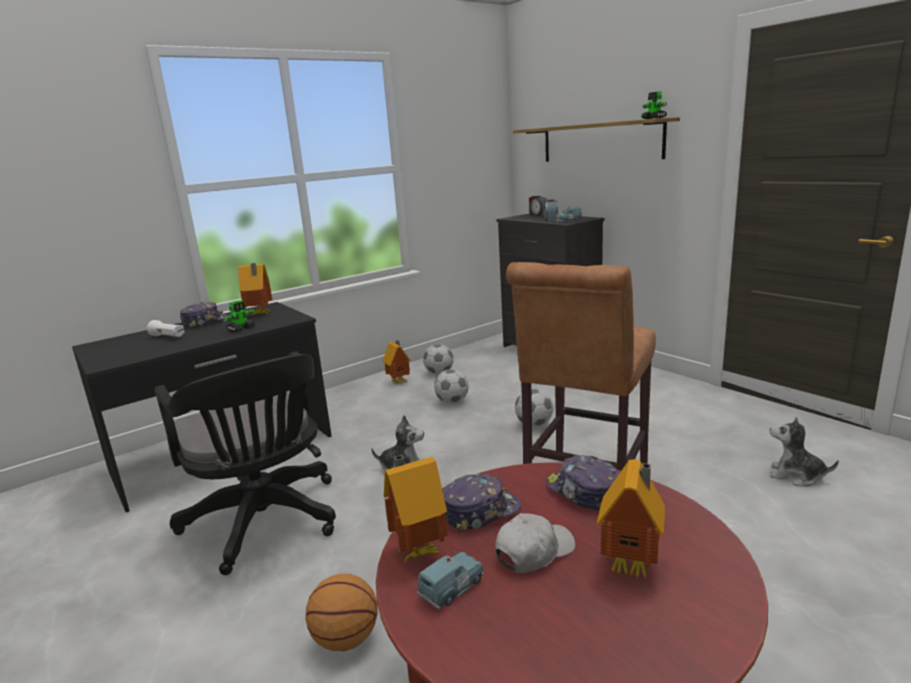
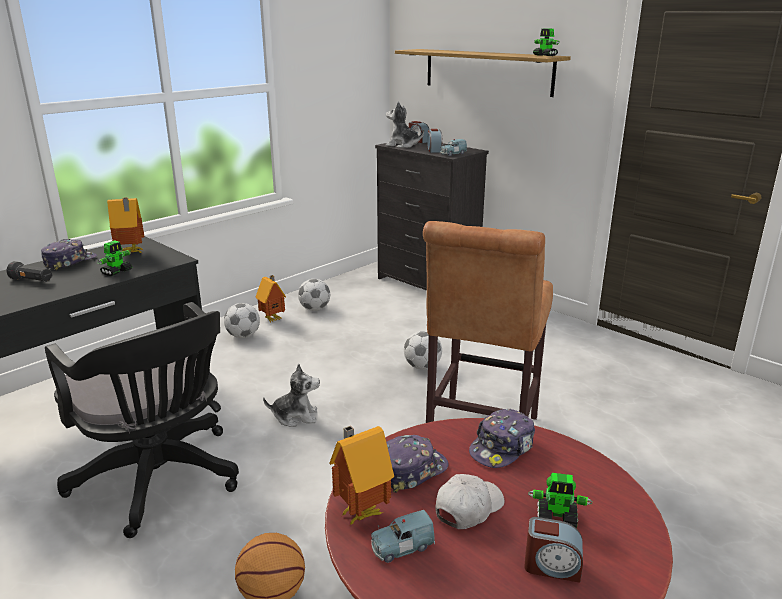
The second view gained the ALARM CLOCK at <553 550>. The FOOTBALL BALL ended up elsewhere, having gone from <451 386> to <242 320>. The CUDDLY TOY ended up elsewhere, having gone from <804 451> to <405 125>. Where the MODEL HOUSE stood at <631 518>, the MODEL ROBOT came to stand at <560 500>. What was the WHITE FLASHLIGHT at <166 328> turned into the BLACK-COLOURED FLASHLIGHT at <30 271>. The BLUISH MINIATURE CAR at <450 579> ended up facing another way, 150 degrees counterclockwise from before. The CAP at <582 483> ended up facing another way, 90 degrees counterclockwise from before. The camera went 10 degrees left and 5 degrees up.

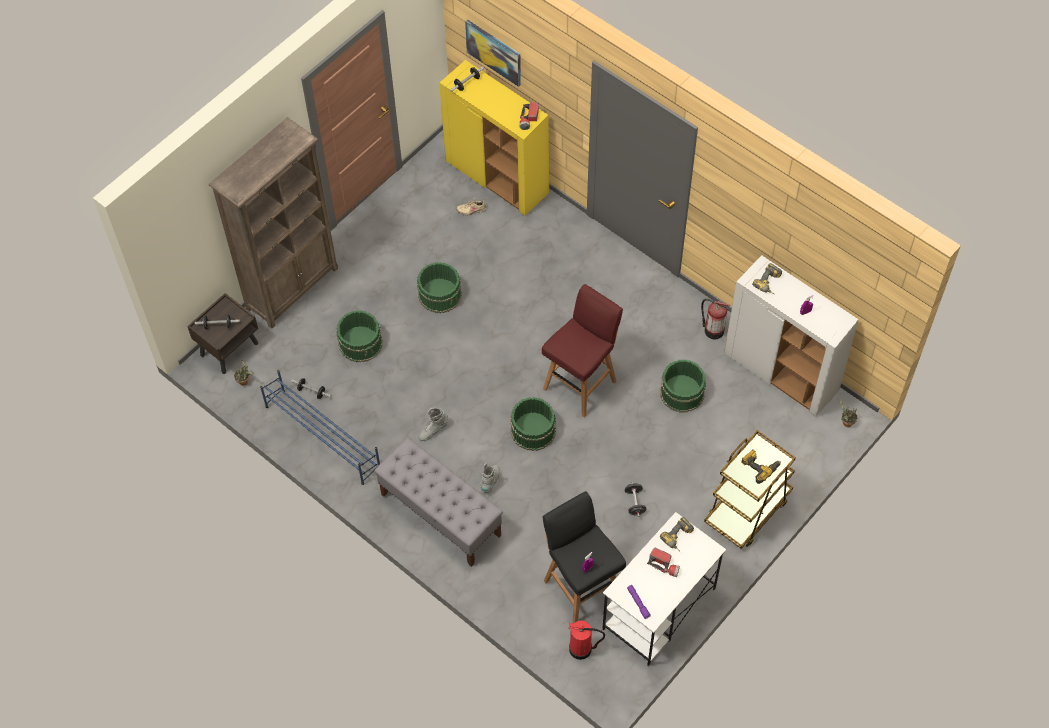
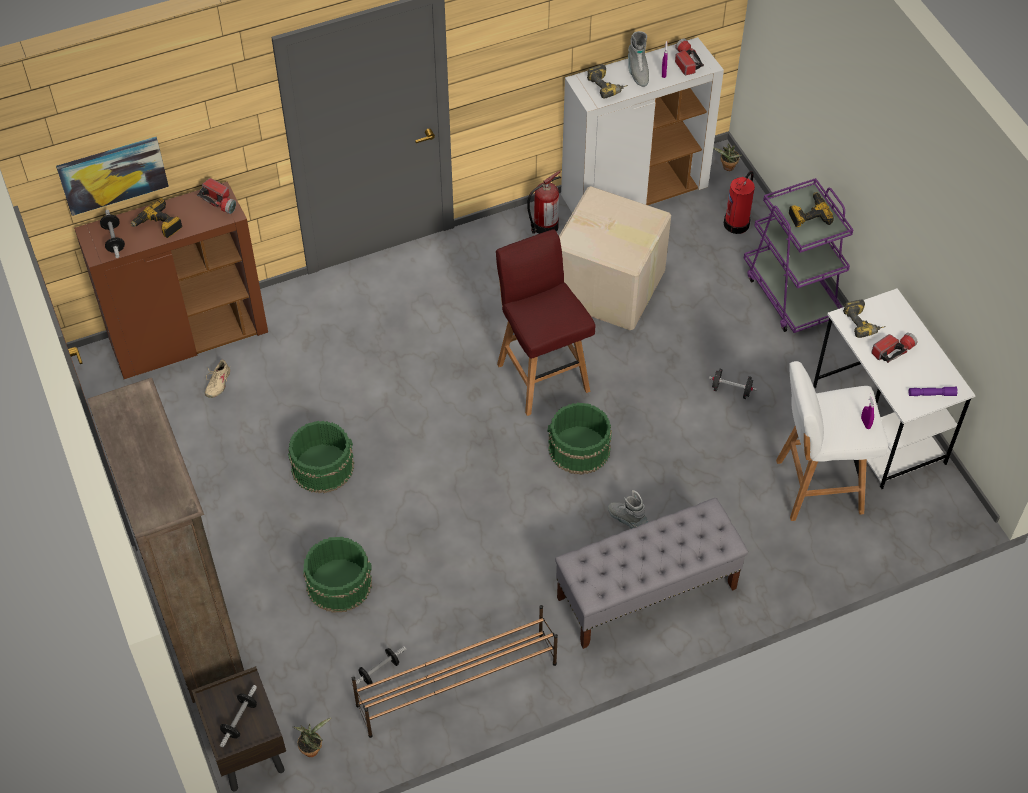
The second view gained the POWER DRILL at <157 218>. The second view gained the FLASHLIGHT at <689 57>. The GREY TALL BOOT ended up elsewhere, having gone from <433 424> to <638 59>. The EXTINGUISHER ended up elsewhere, having gone from <587 640> to <739 202>. Where the GREEN BUCKET stood at <683 386>, the CARDBOARD BOX came to stand at <615 258>. What was the BLUISH SHOE RACK at <320 427> turned into the BROWNISH SHOE RACK at <455 671>. What was the YELLOWISH CABINET at <494 137> turned into the BROWNISH CABINET at <171 280>. What was the BLACK-COLOURED STOOL at <584 557> turned into the WHITE STOOL at <832 441>. What was the BROWNISH WHEELED CART at <750 489> turned into the PURPLISH WHEELED CART at <798 255>. The camera went 65 degrees left and 5 degrees down.

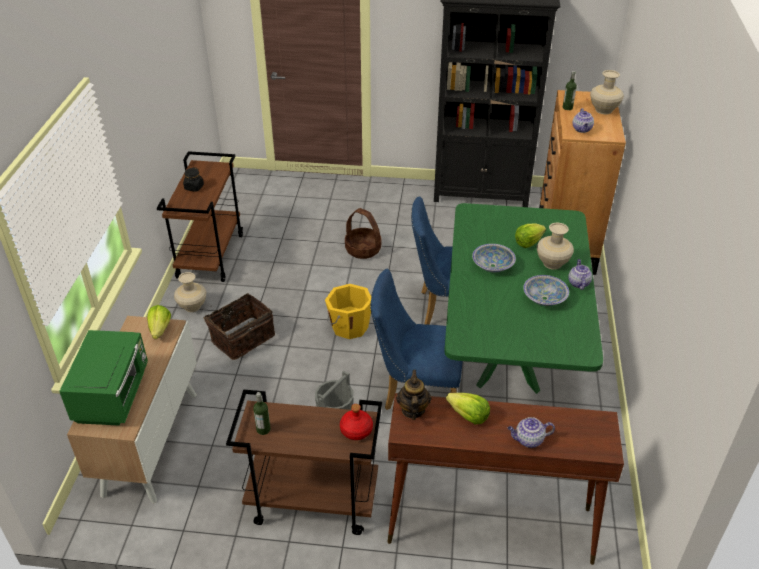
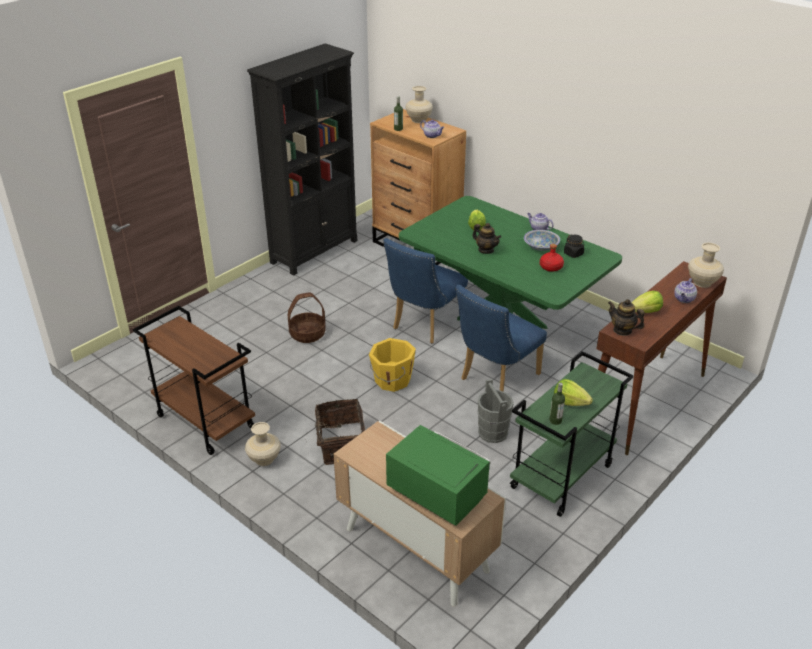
The HEAD OF LETTUCE ended up elsewhere, having gone from <159 322> to <573 392>. The BLACK-COLOURED STORAGE JAR ended up elsewhere, having gone from <193 179> to <574 246>. The RED BOTTLE ended up elsewhere, having gone from <356 422> to <552 258>. The BEIGE-COLOURED DECORATIVE VASE ended up elsewhere, having gone from <555 246> to <706 265>. Where the SERVING BOWL stood at <494 258>, the POT FOR TEA came to stand at <486 238>. What was the BROWNISH WHEELED CART at <304 462> turned into the GREEN WHEELED CART at <572 434>. The camera went 55 degrees left and 5 degrees down.

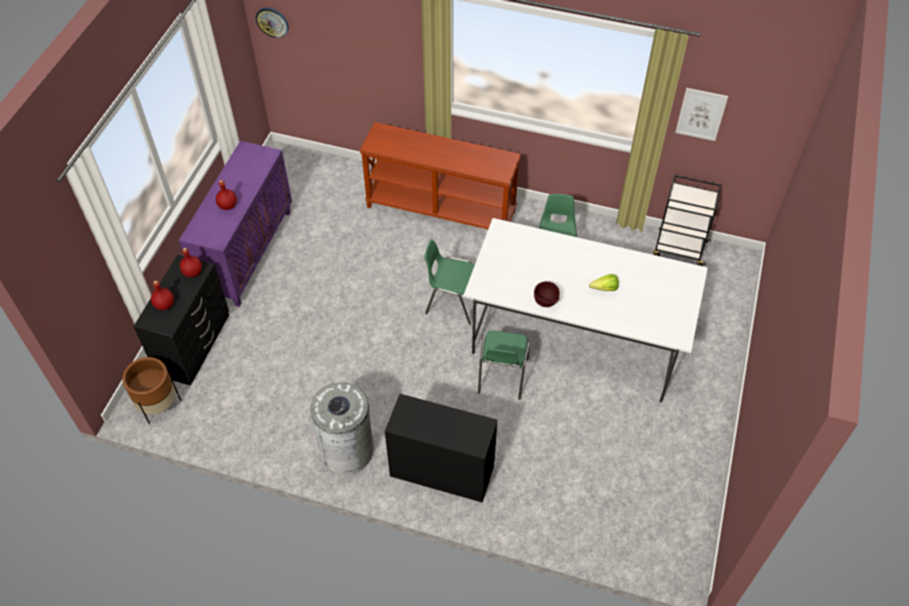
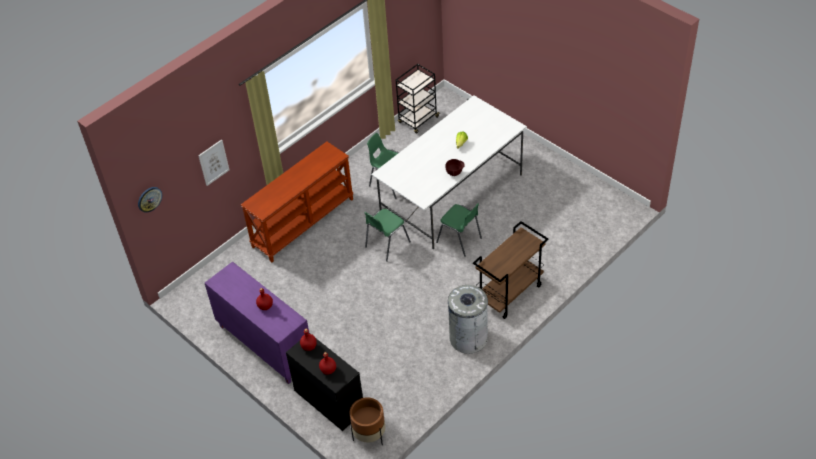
The WALL PICTURE ended up elsewhere, having gone from <701 114> to <214 162>. Where the BLACK-COLOURED DRESSER stood at <441 448>, the BROWNISH WHEELED CART came to stand at <510 270>. The camera went 60 degrees left and 5 degrees down.

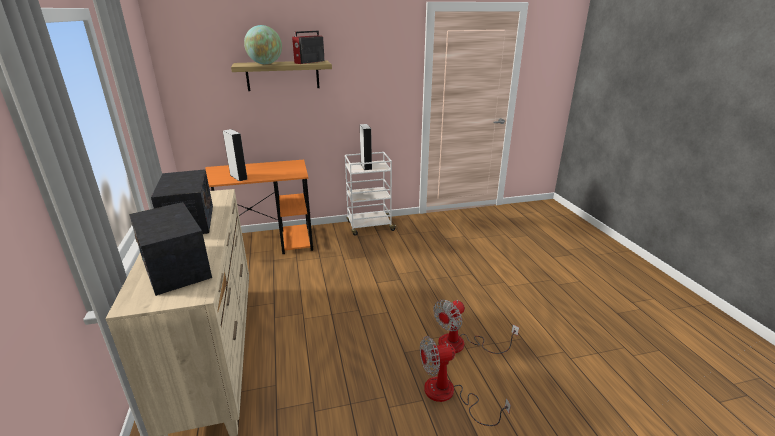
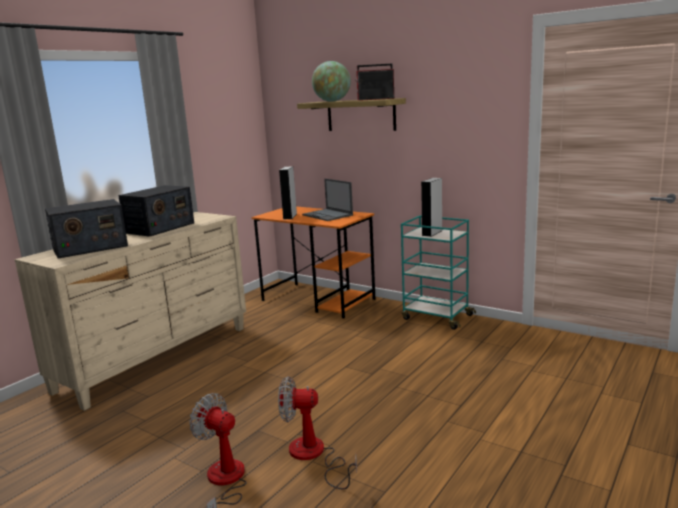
The second view gained the LAPTOP at <327 200>. What was the WHITE WHEELED CART at <371 193> turned into the BLUE-GREEN WHEELED CART at <438 272>. The RADIO SET at <170 249> ended up facing another way, 135 degrees counterclockwise from before. The camera went 50 degrees right and 10 degrees down.

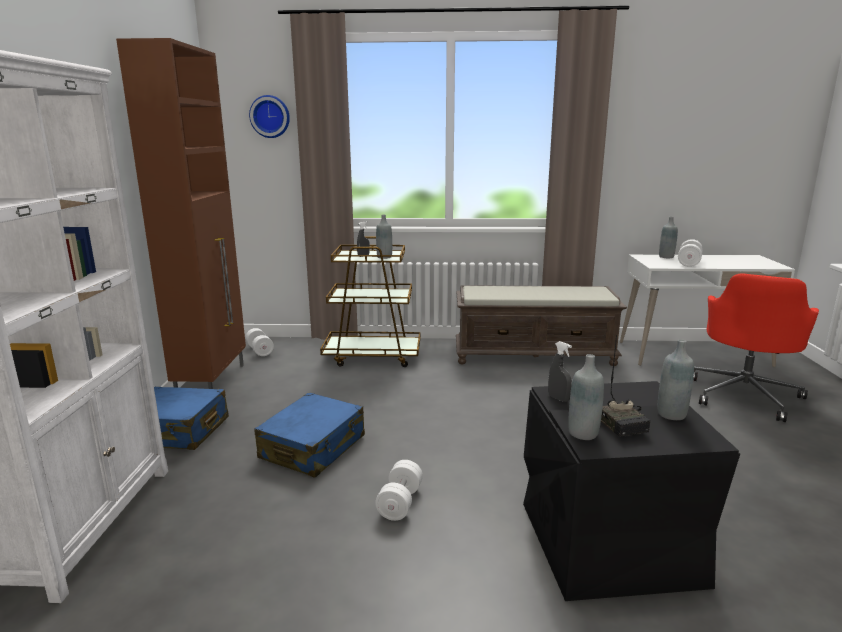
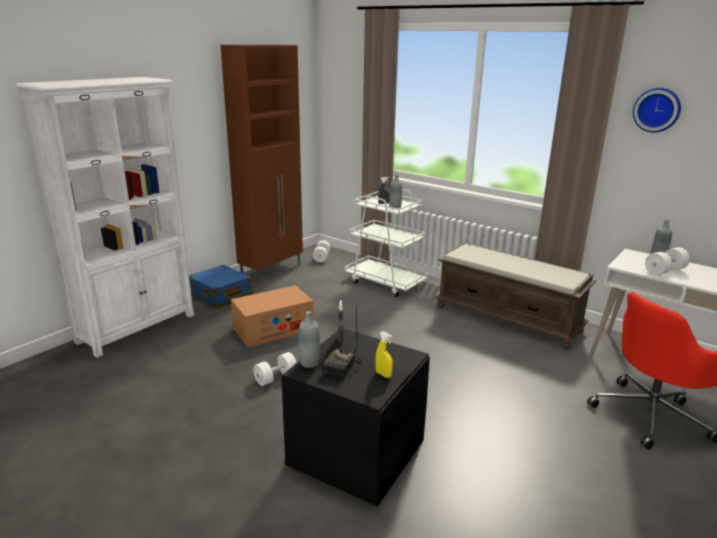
The CLOCK ON THE WALL ended up elsewhere, having gone from <269 116> to <657 110>. Where the BLUISH SUITCASE stood at <309 435>, the CARDBOARD BOX came to stand at <272 316>. Where the GREY BOTTLE stood at <676 379>, the YELLOWISH HAND SPRAYER came to stand at <384 354>. What was the BROWNISH WHEELED CART at <370 302> turned into the WHITE WHEELED CART at <386 243>. The camera went 35 degrees right and 5 degrees up.

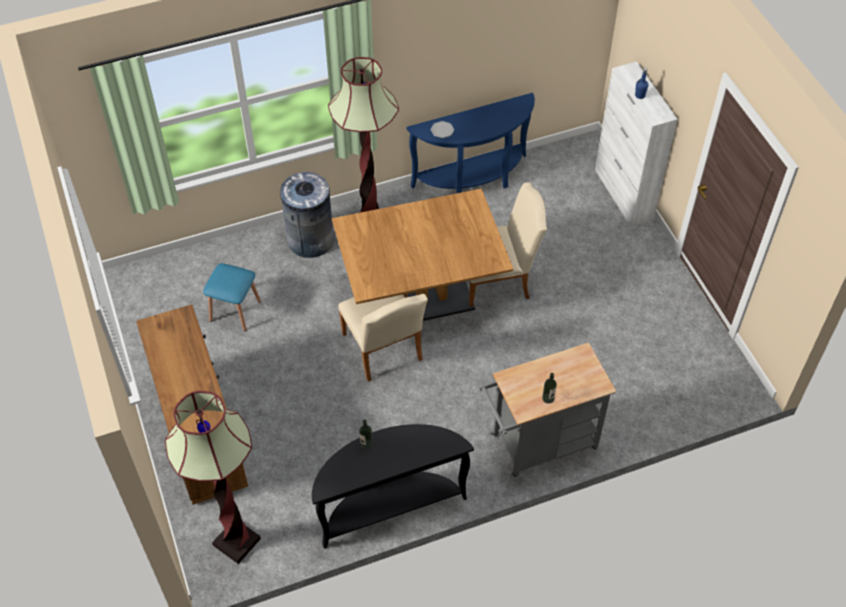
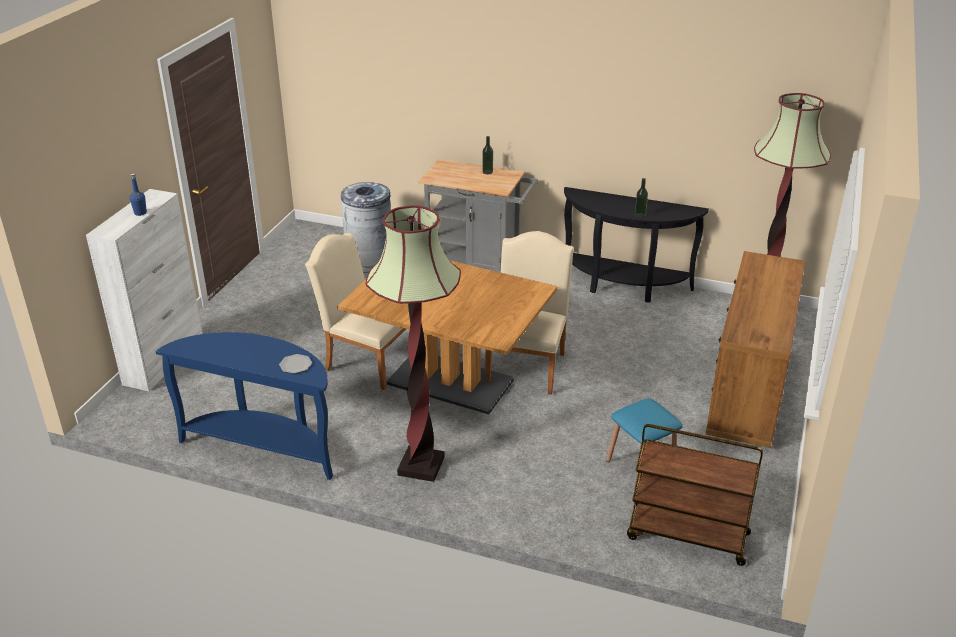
The second view gained the BROWNISH WHEELED CART at <695 495>. The GREY TRASH CAN ended up elsewhere, having gone from <307 215> to <366 227>. The camera went 140 degrees left and 20 degrees down.

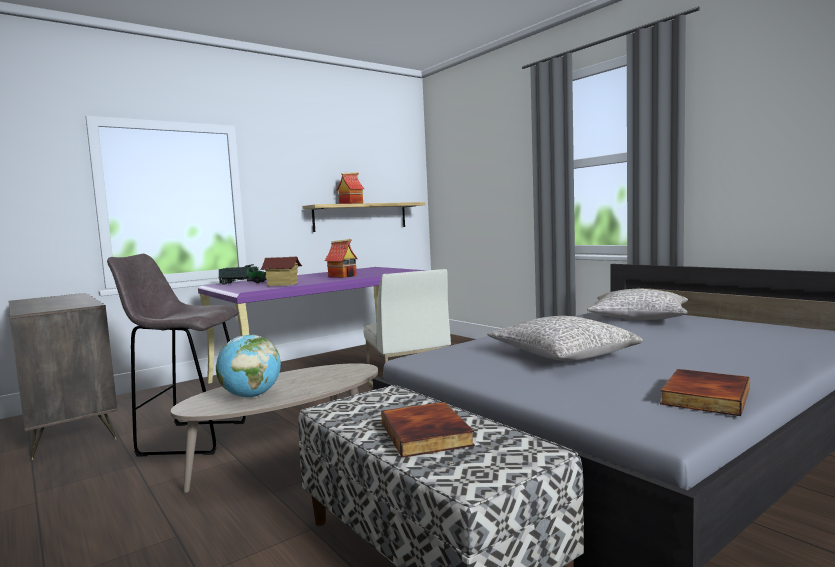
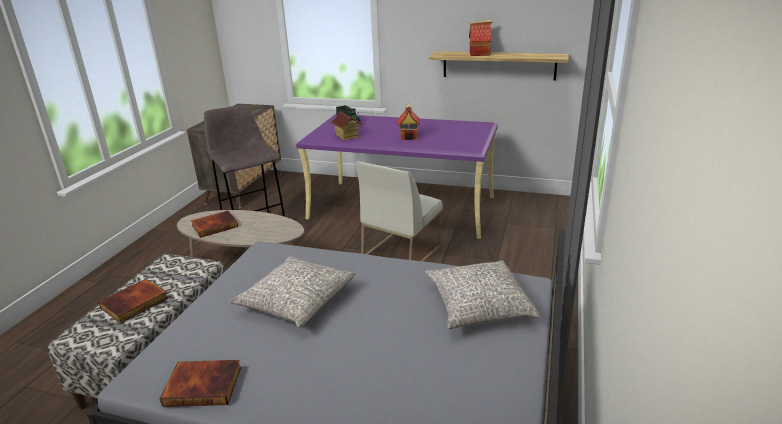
Where the GLOBE stood at <248 366>, the BOOK came to stand at <214 224>. The camera went 55 degrees right and 20 degrees up.

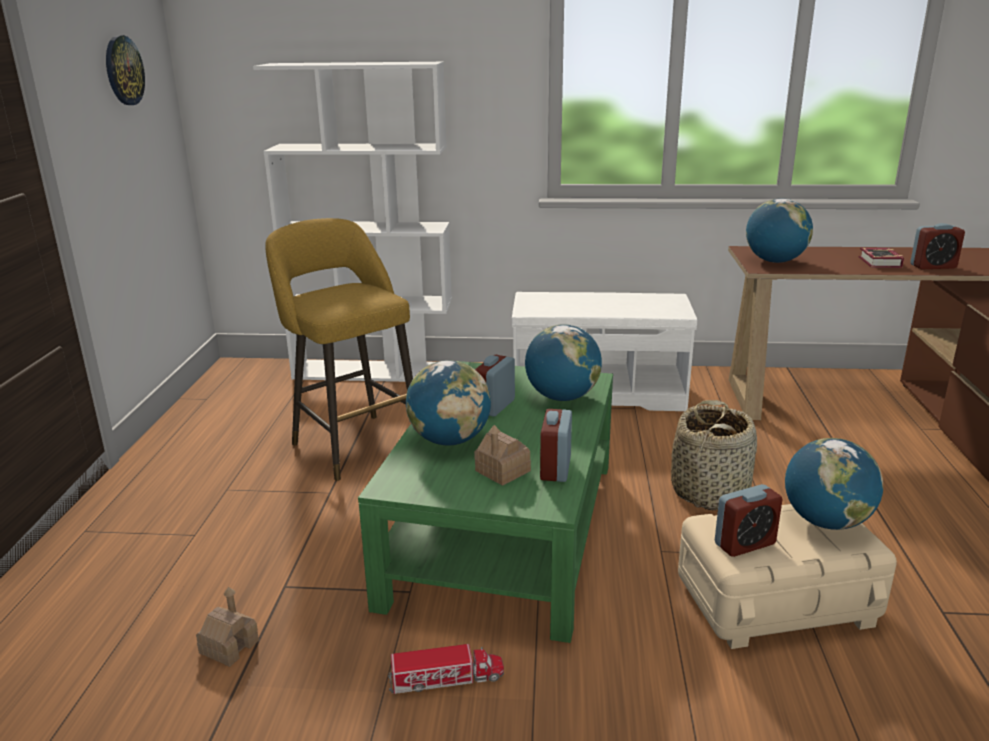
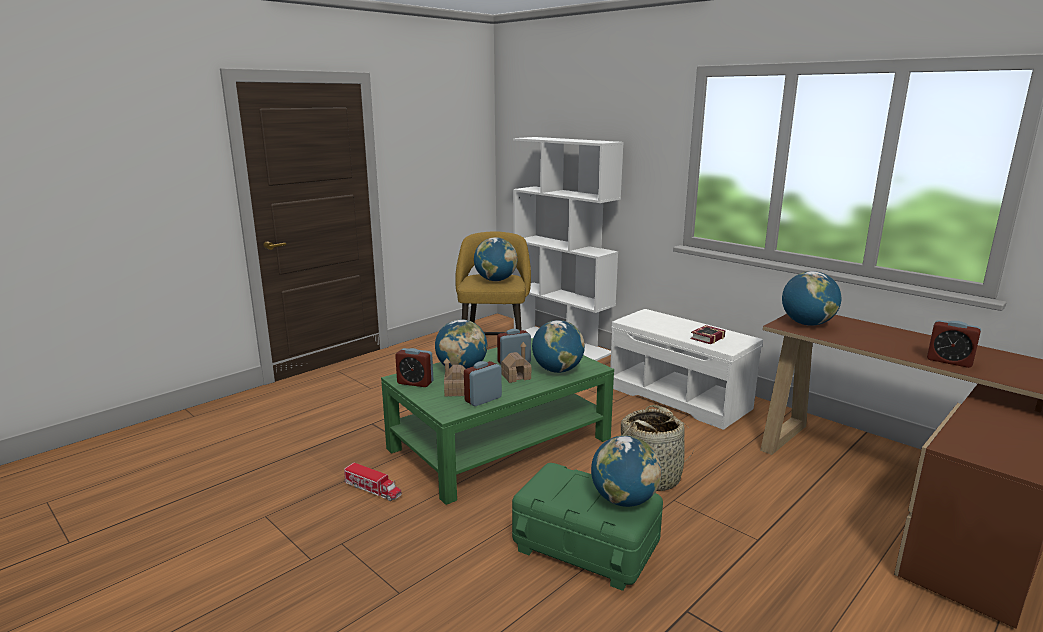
The second view lost the CLOCK ON THE WALL at <125 70>. The second view gained the GLOBE at <495 259>. The MODEL HOUSE ended up elsewhere, having gone from <227 627> to <516 362>. The ALARM CLOCK ended up elsewhere, having gone from <749 520> to <414 367>. The BOOK ended up elsewhere, having gone from <881 258> to <707 334>. What was the BEIGE-COLOURED STORAGE BOX at <787 576> turned into the GREEN STORAGE BOX at <587 527>. The camera went 40 degrees right and 5 degrees down.

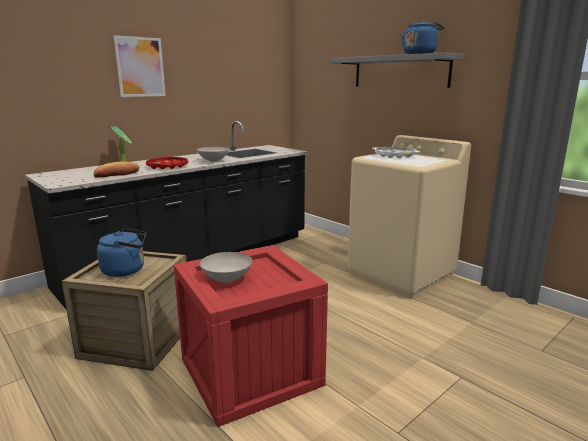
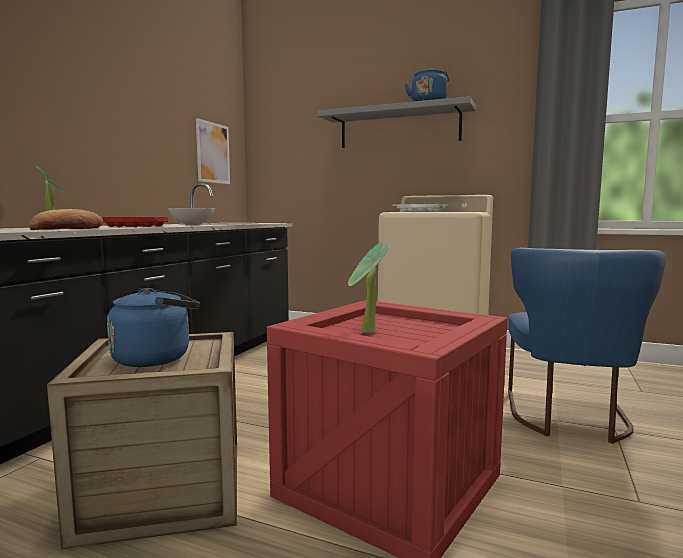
The second view gained the BLUISH CHAIR at <587 346>. The WALL PICTURE ended up elsewhere, having gone from <140 66> to <213 151>. Where the WHITE SERVING BOWL stood at <226 267>, the POTTED PLANT came to stand at <369 288>. The camera went 25 degrees left and 10 degrees down.

